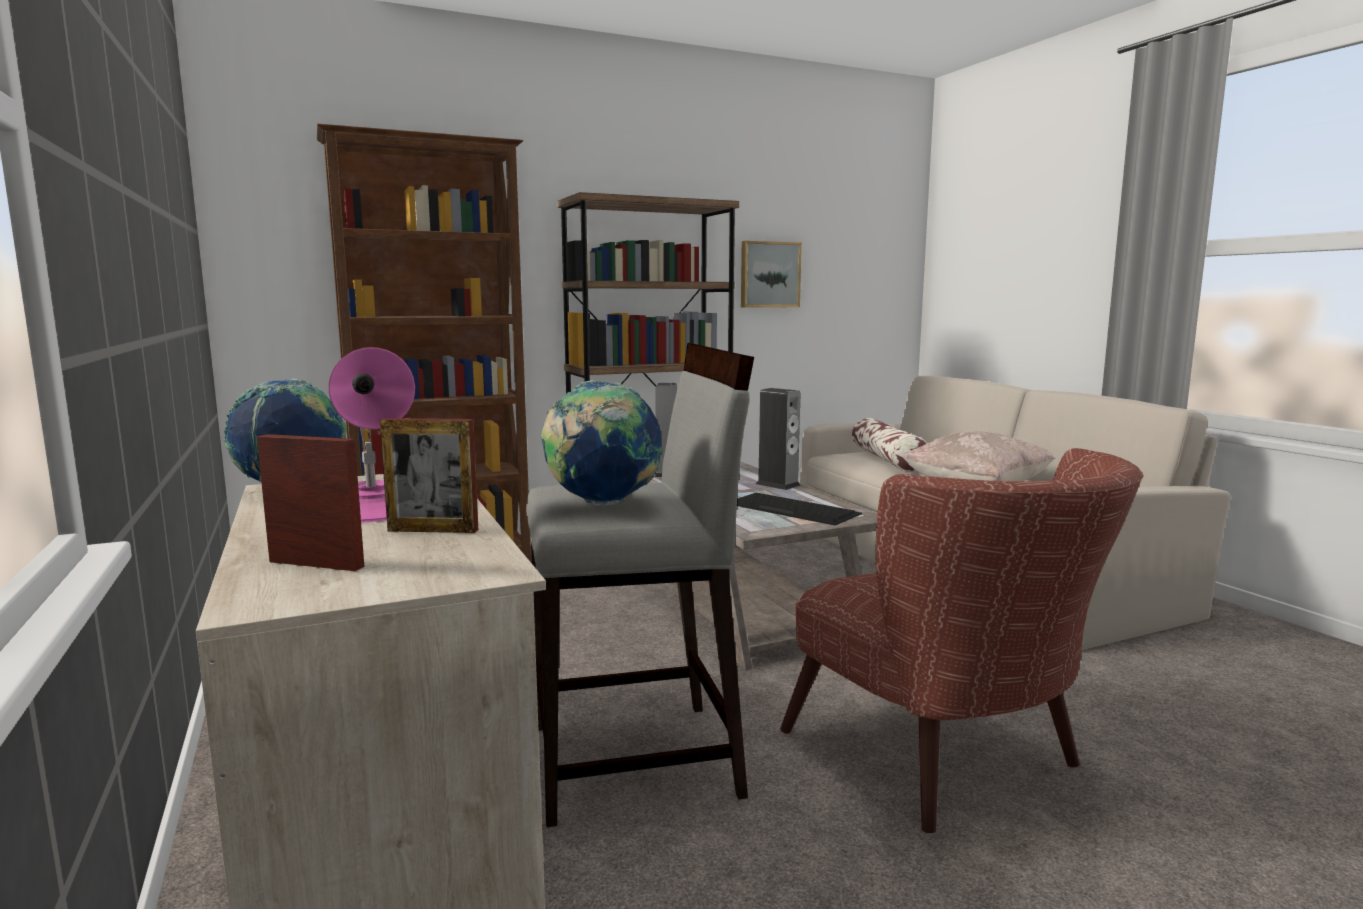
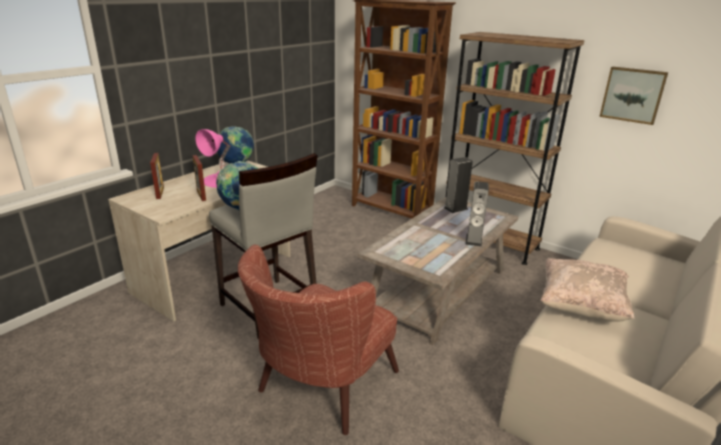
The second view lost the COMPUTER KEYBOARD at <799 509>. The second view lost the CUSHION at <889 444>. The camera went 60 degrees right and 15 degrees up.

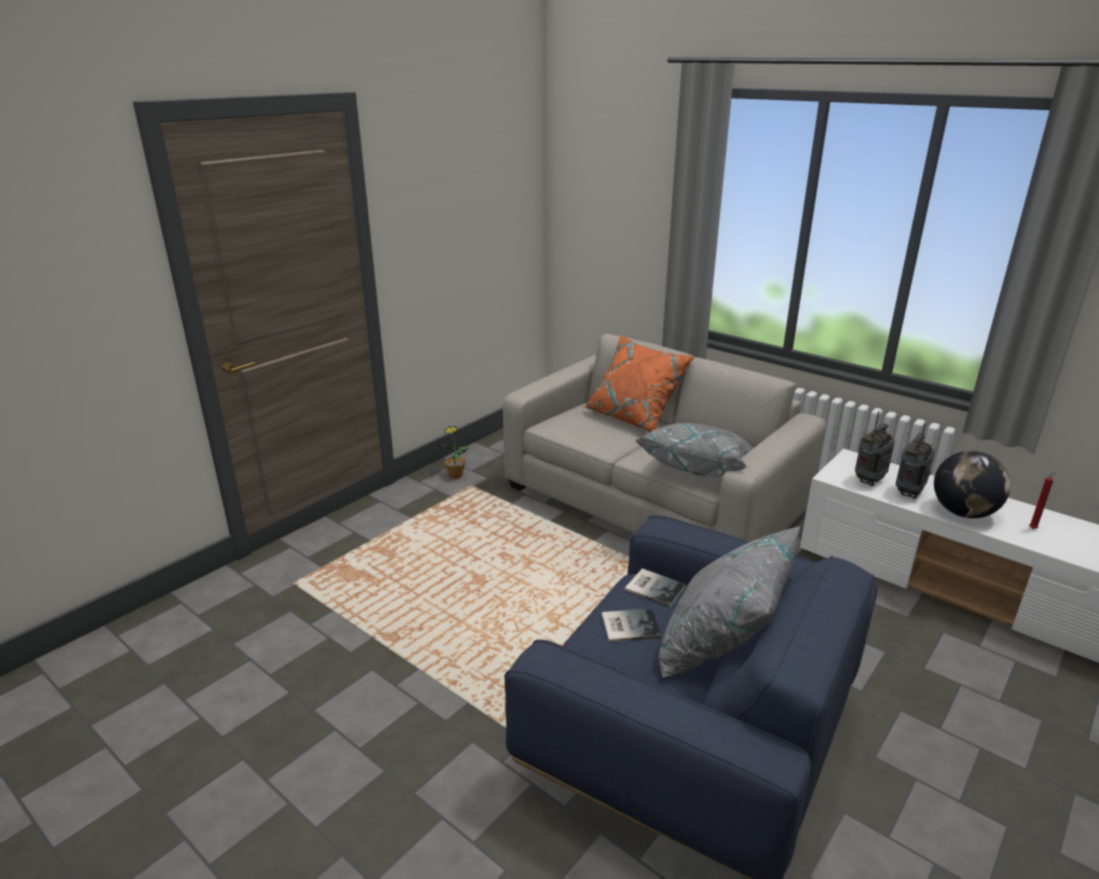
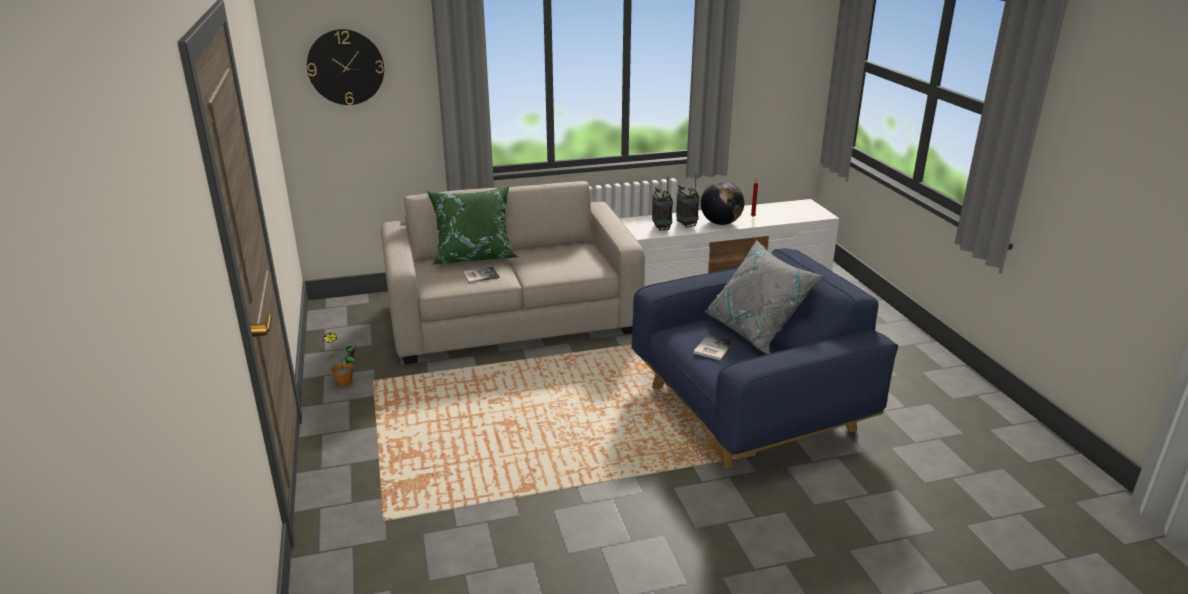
The second view lost the GREY CUSHION at <694 450>. The second view gained the CLOCK ON THE WALL at <345 67>. The BOOK ended up elsewhere, having gone from <655 587> to <481 274>. What was the ORANGEY CUSHION at <639 383> turned into the GREEN CUSHION at <472 225>. The camera went 55 degrees left and 0 degrees up.

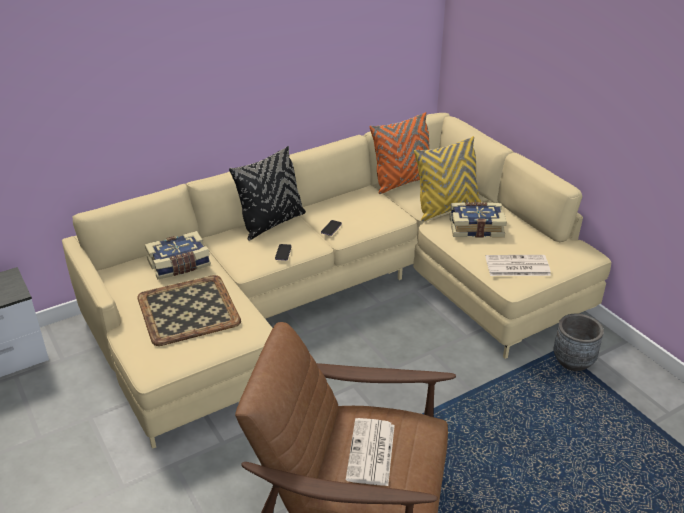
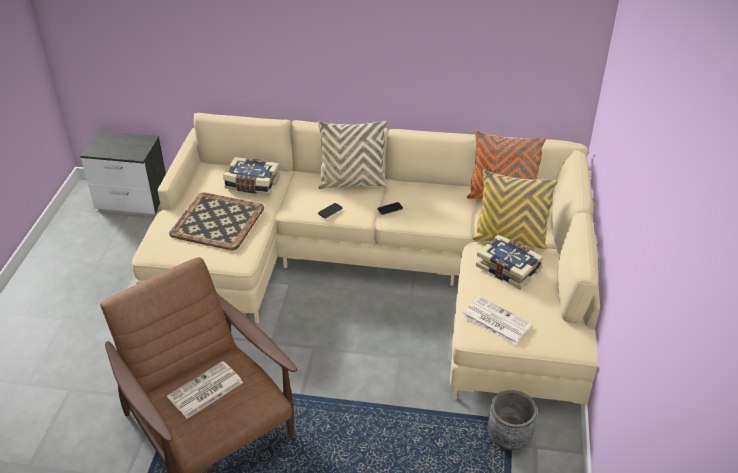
What was the BLACK-COLOURED CUSHION at <267 193> turned into the BEIGE-COLOURED CUSHION at <352 155>. The camera went 40 degrees right and 5 degrees up.

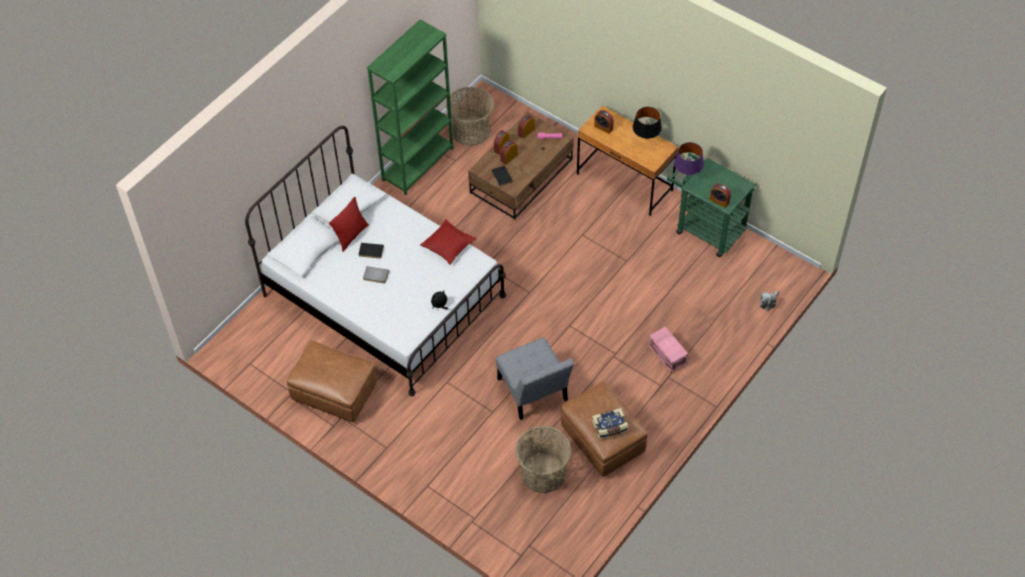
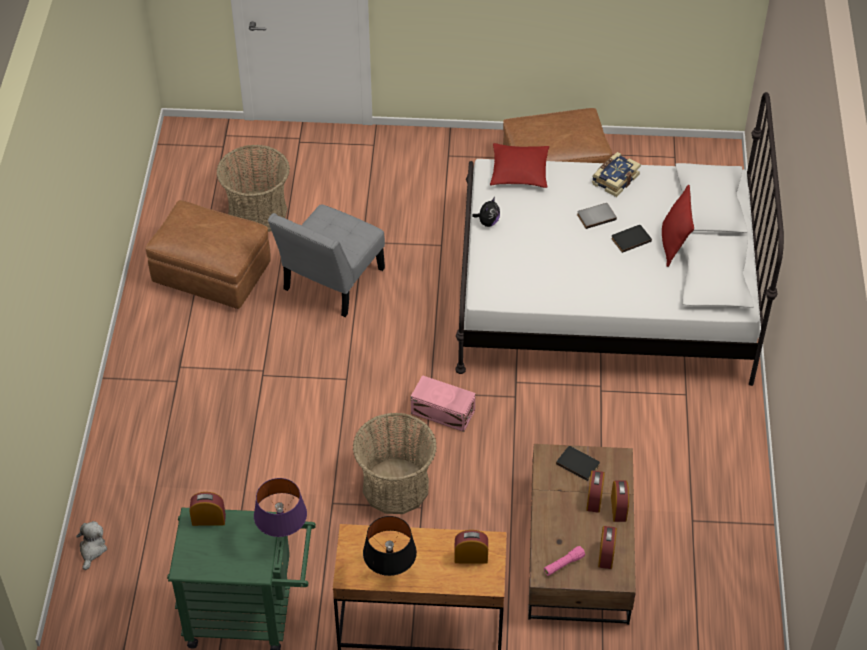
The second view lost the GREEN BOOKSHELF at <410 107>. The RED CUSHION ended up elsewhere, having gone from <448 242> to <519 165>. The STORAGE BASKET ended up elsewhere, having gone from <470 116> to <395 463>. The BOOK ended up elsewhere, having gone from <610 423> to <616 174>. The PINKISH STORAGE BOX ended up elsewhere, having gone from <668 349> to <443 403>. The GREY CHAIR at <535 379> ended up facing another way, 90 degrees counterclockwise from before. The camera went 145 degrees right and 5 degrees down.

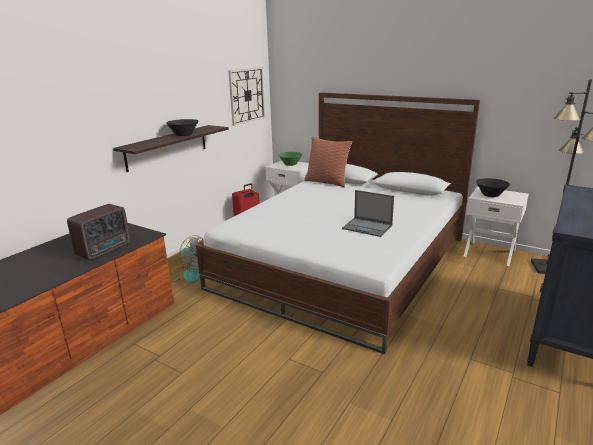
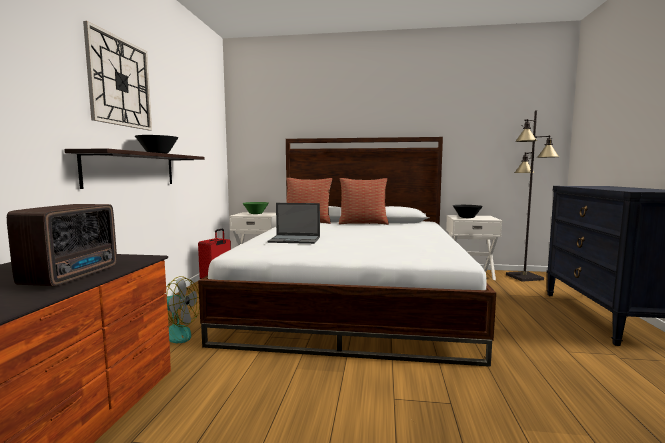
The second view gained the CUSHION at <364 201>. The CLOCK ON THE WALL ended up elsewhere, having gone from <246 96> to <117 75>. The LAPTOP ended up elsewhere, having gone from <368 213> to <293 223>. The camera went 25 degrees left and 15 degrees down.

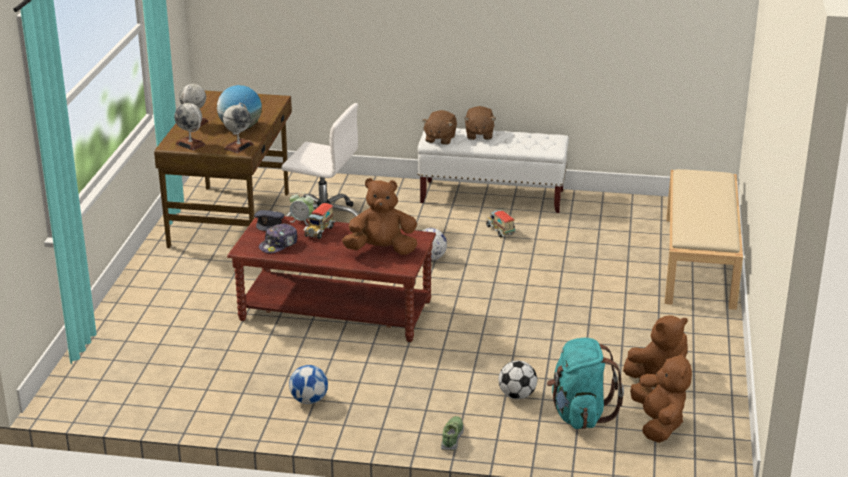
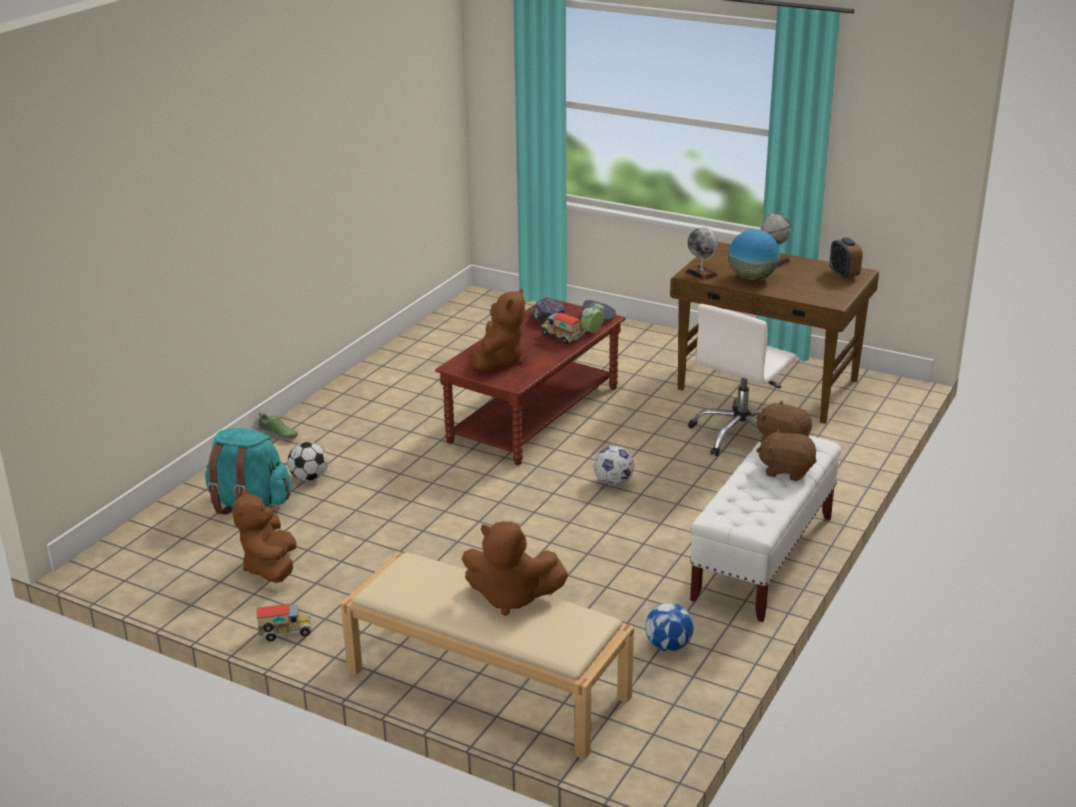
The second view lost the GLOBE at <190 127>. The second view gained the ALARM CLOCK at <846 258>. The FOOTBALL BALL ended up elsewhere, having gone from <308 384> to <669 627>. The TOY LORRY ended up elsewhere, having gone from <501 224> to <284 622>. The BROWNISH CUDDLY TOY ended up elsewhere, having gone from <661 397> to <515 568>. The camera went 110 degrees right and 0 degrees up.

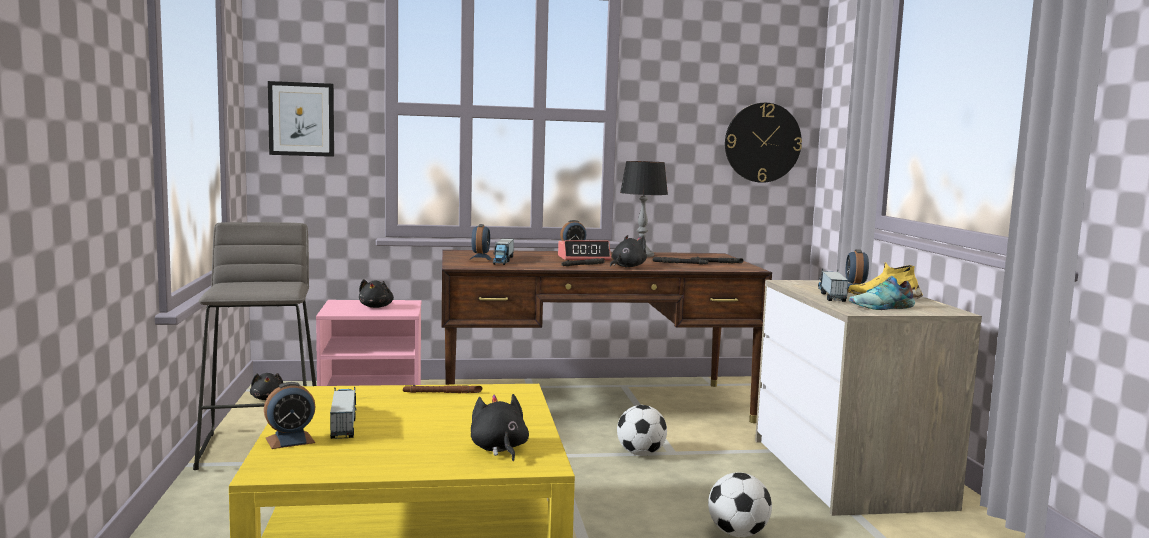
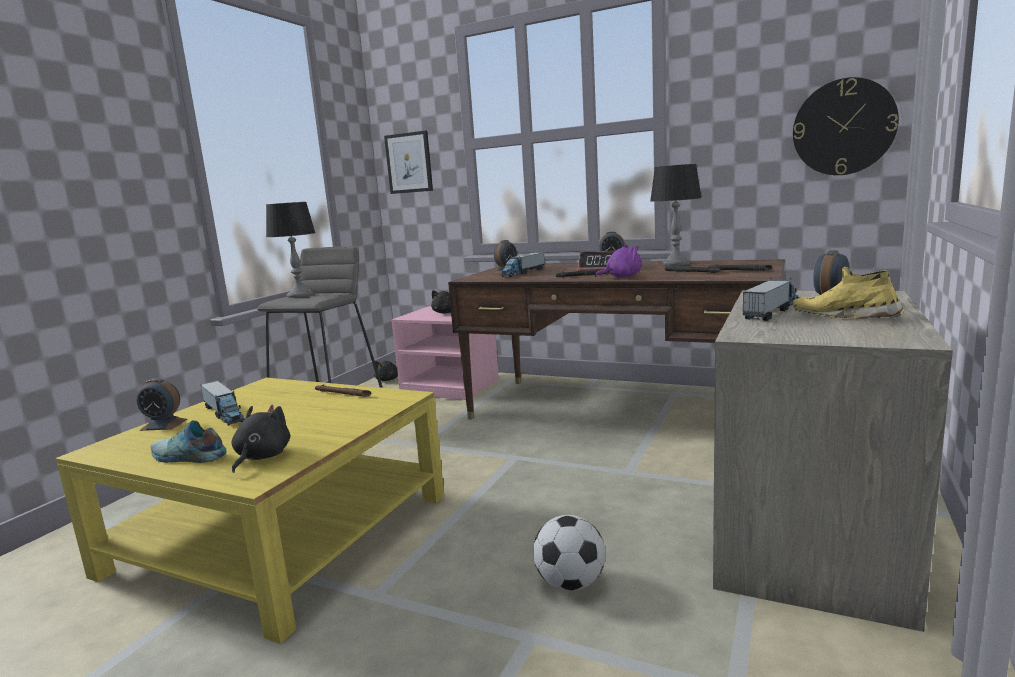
The second view lost the FOOTBALL BALL at <642 430>. The second view gained the TABLE LAMP at <291 250>. The SHOE ended up elsewhere, having gone from <882 293> to <189 441>. What was the BLACK-COLOURED CUDDLY TOY at <628 251> turned into the PURPLISH CUDDLY TOY at <618 261>. The TOY LORRY at <343 413> ended up facing another way, 120 degrees clockwise from before. The camera went 35 degrees right and 5 degrees up.

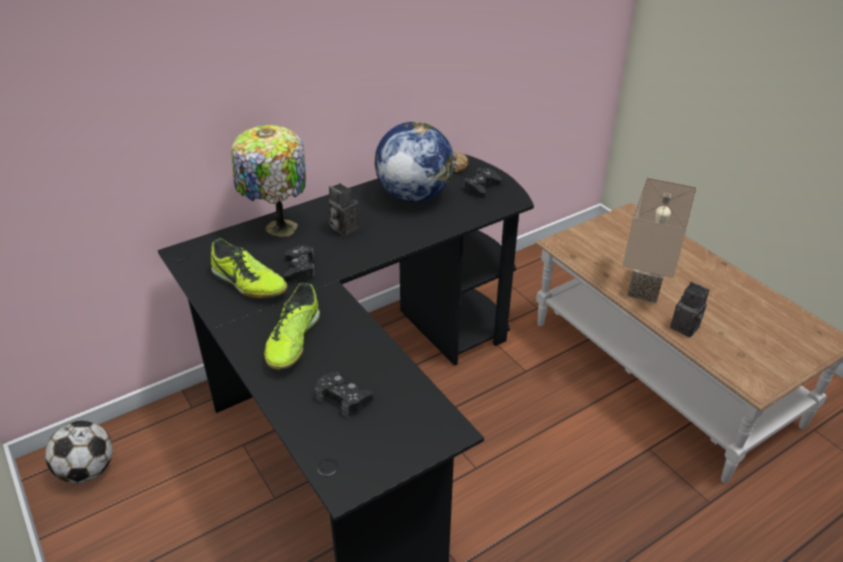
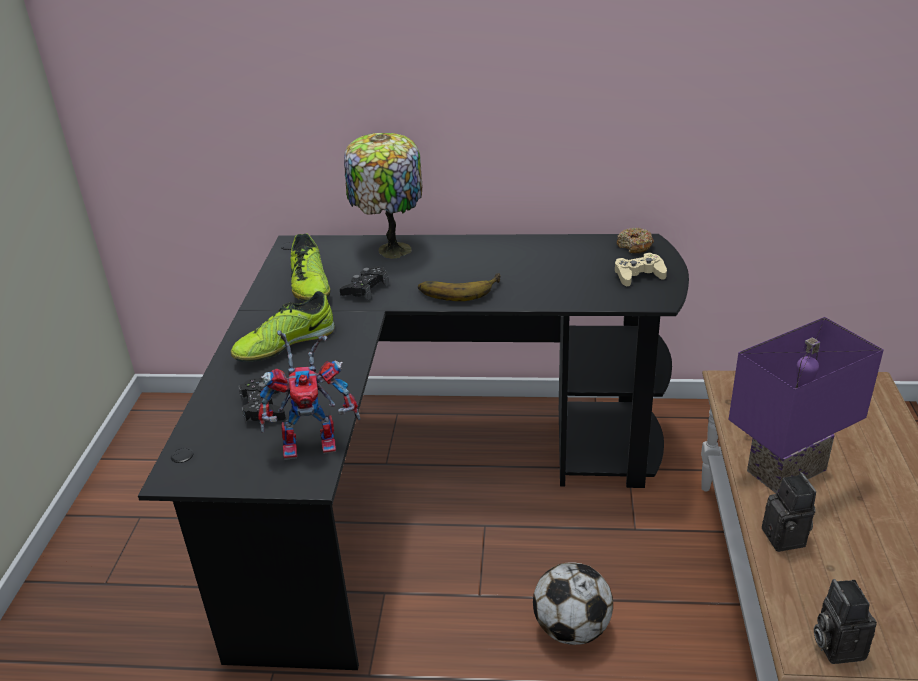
The second view lost the GLOBE at <414 161>. The second view gained the MODEL ROBOT at <309 395>. The second view gained the WHOLE BANANA at <459 287>. The FOOTBALL BALL ended up elsewhere, having gone from <79 452> to <573 603>. The STILL CAMERA ended up elsewhere, having gone from <344 209> to <845 621>. What was the BLACK-COLOURED GAMEPAD at <482 183> turned into the BEIGE-COLOURED GAMEPAD at <641 270>. What was the BEIGE-COLOURED TABLE LAMP at <660 240> turned into the PURPLISH TABLE LAMP at <806 405>. The camera went 40 degrees right and 5 degrees down.

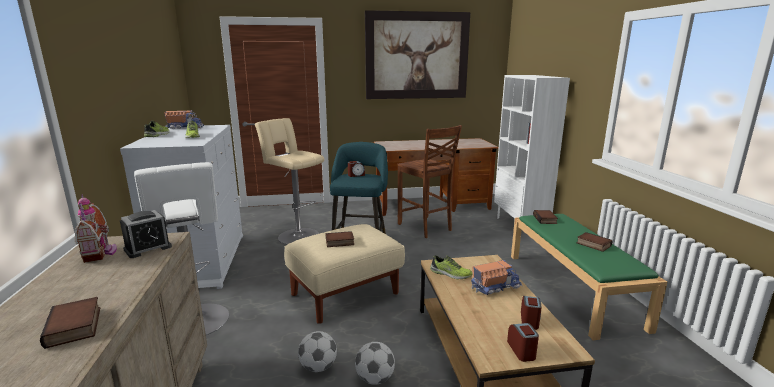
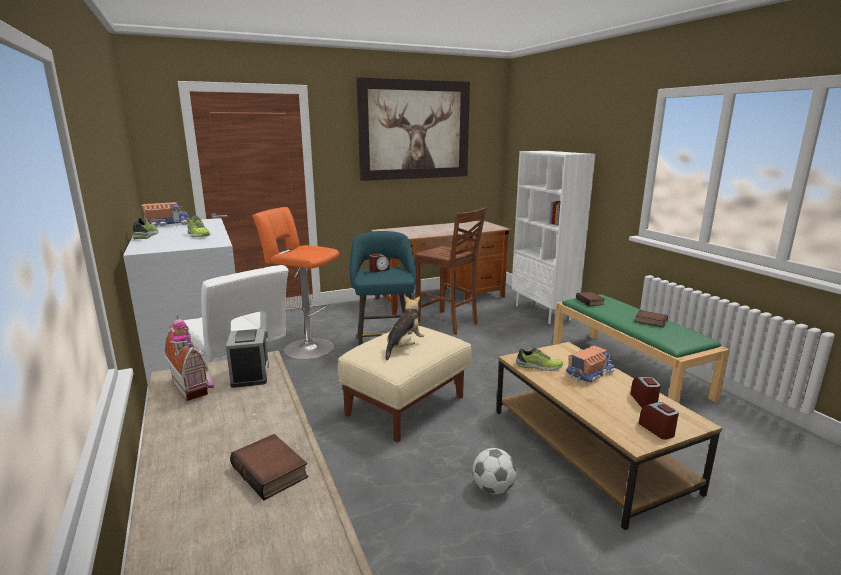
The second view lost the FOOTBALL BALL at <317 351>. Where the BOOK stood at <340 239>, the CUDDLY TOY came to stand at <405 328>. What was the BEIGE-COLOURED STOOL at <289 181> turned into the ORANGEY STOOL at <295 283>. The ALARM CLOCK at <146 234> ended up facing another way, 45 degrees counterclockwise from before. The camera went 15 degrees left and 0 degrees up.

